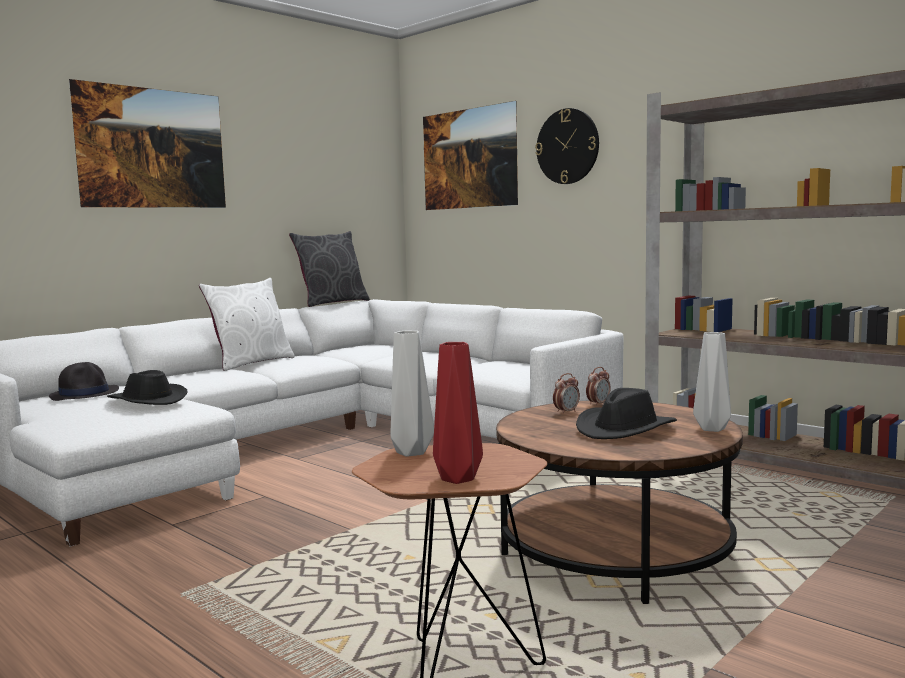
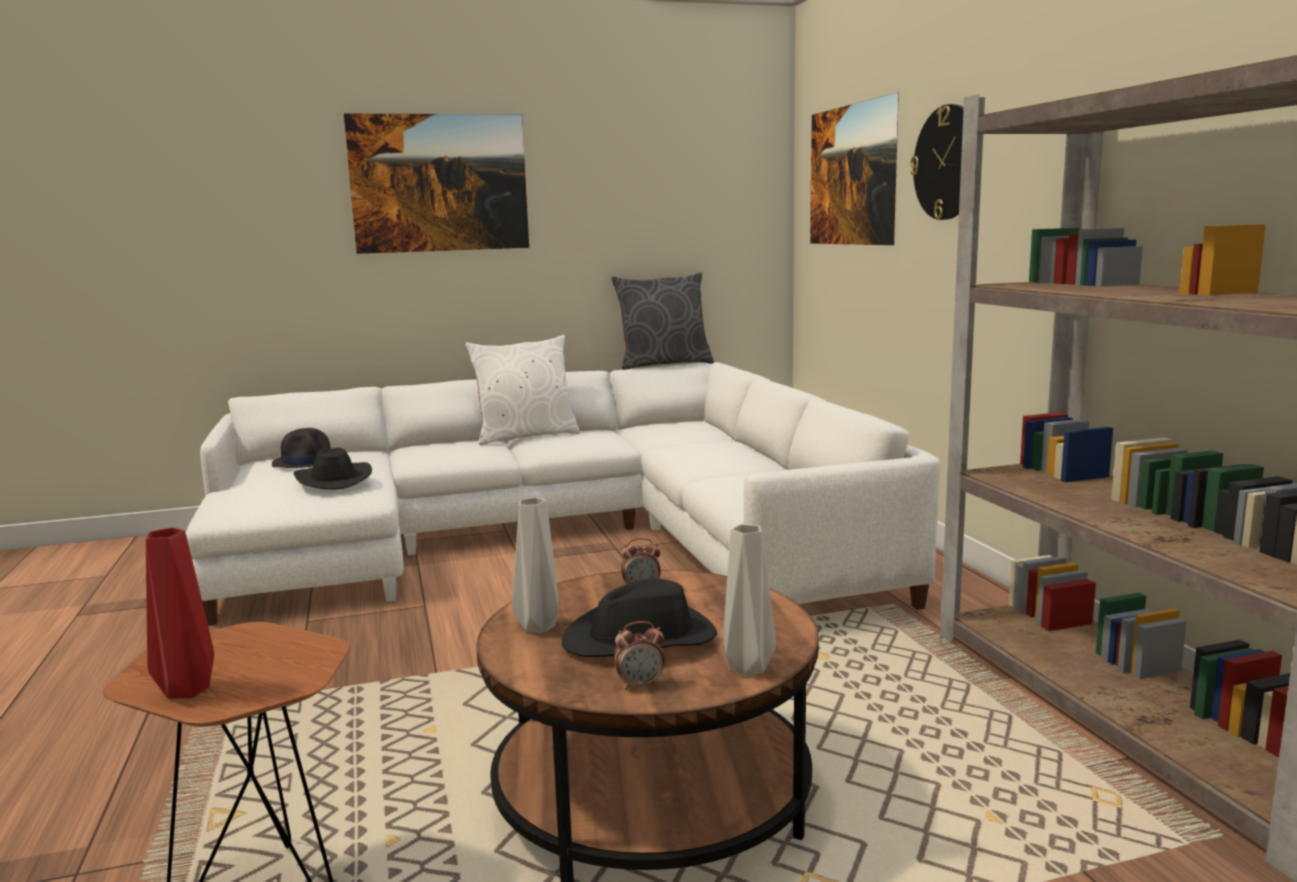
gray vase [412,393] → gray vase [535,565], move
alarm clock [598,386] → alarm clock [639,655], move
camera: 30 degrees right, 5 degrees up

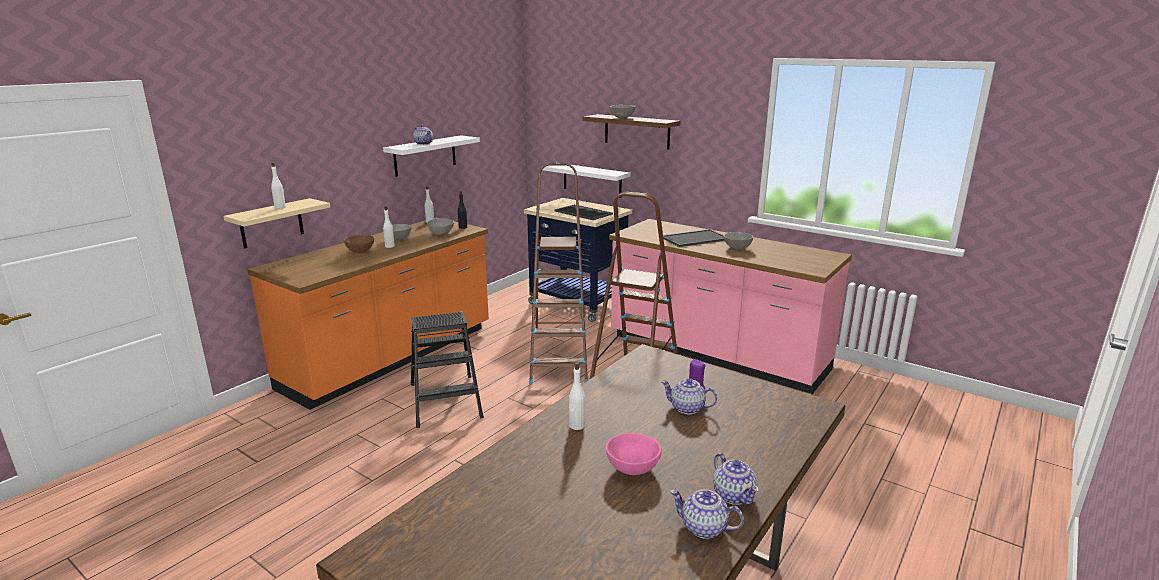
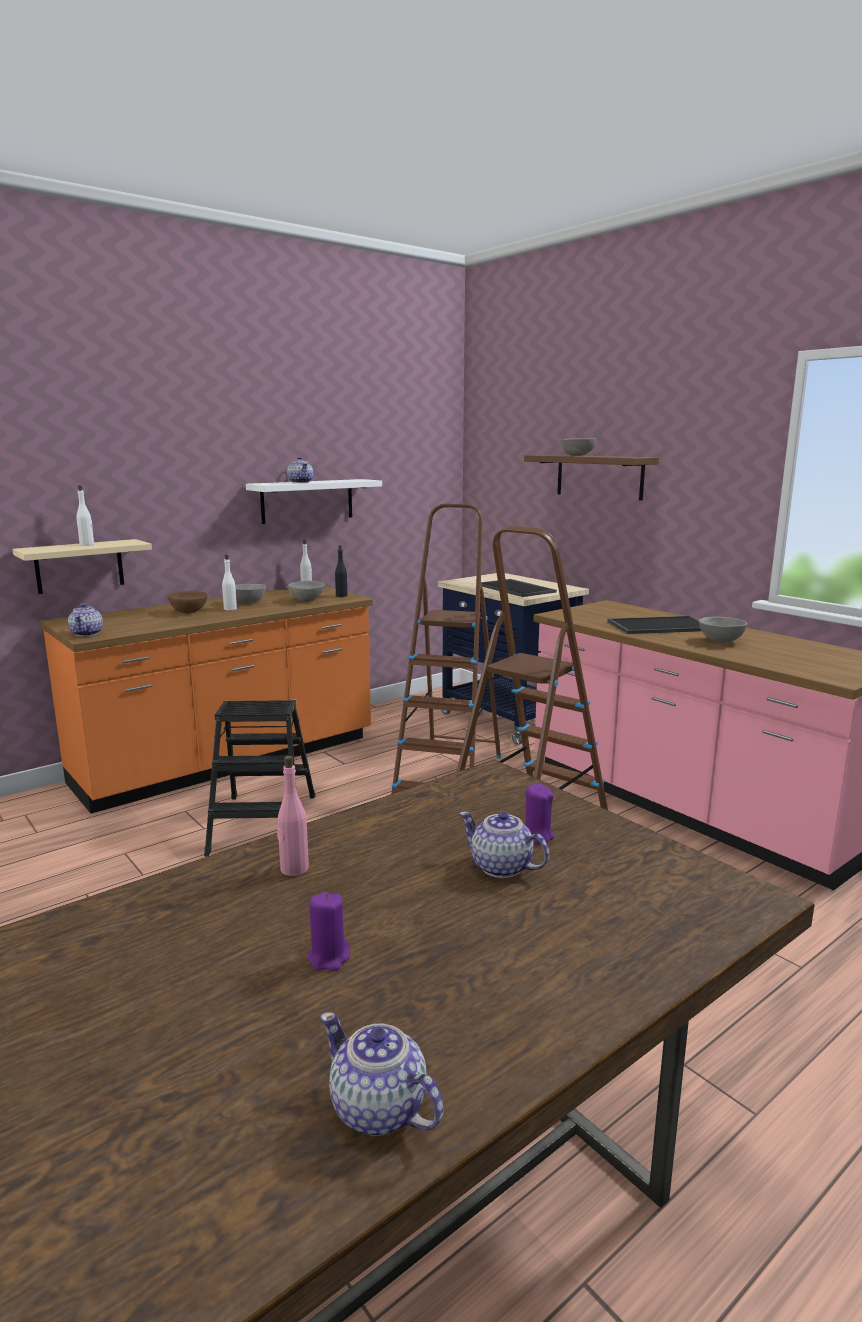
white wall shelf [586,181] → -
tea pot [736,479] → tea pot [85,620], move
pink serving bowl [634,454] → purple wax candle [329,931]
white bottle [577,396] → pink bottle [293,816]
camera: 15 degrees right, 5 degrees down

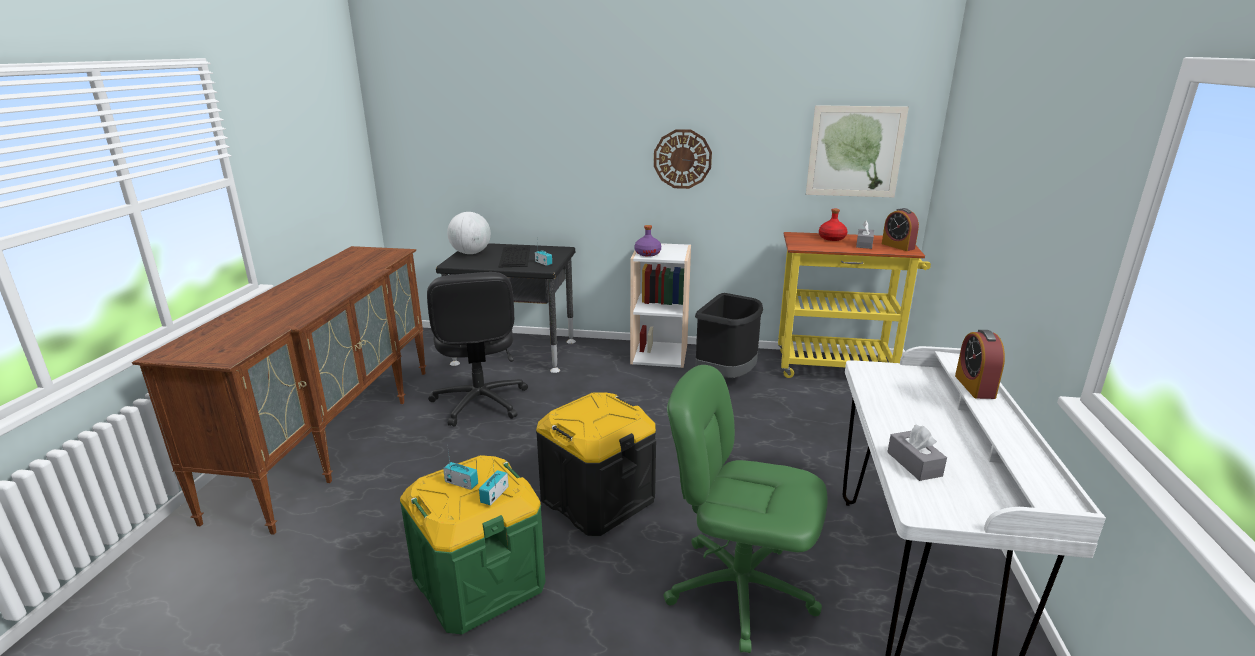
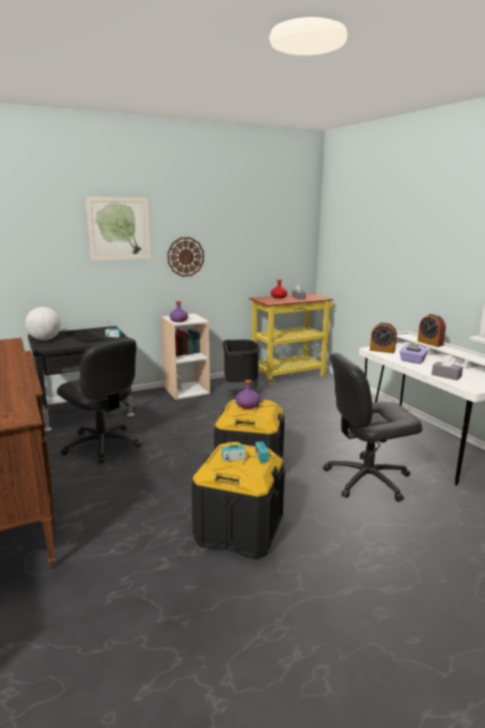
- → purple bottle [248,394]
- → purple tissue box [414,353]
wall art [857,151] → wall art [118,229], move
alarm clock [900,229] → alarm clock [383,337], move
green-coloured storage bin [473,544] → black-coloured storage bin [238,500]
green-coloured desk chair [746,509] → black-coloured desk chair [372,427]
camera: 35 degrees left, 5 degrees down

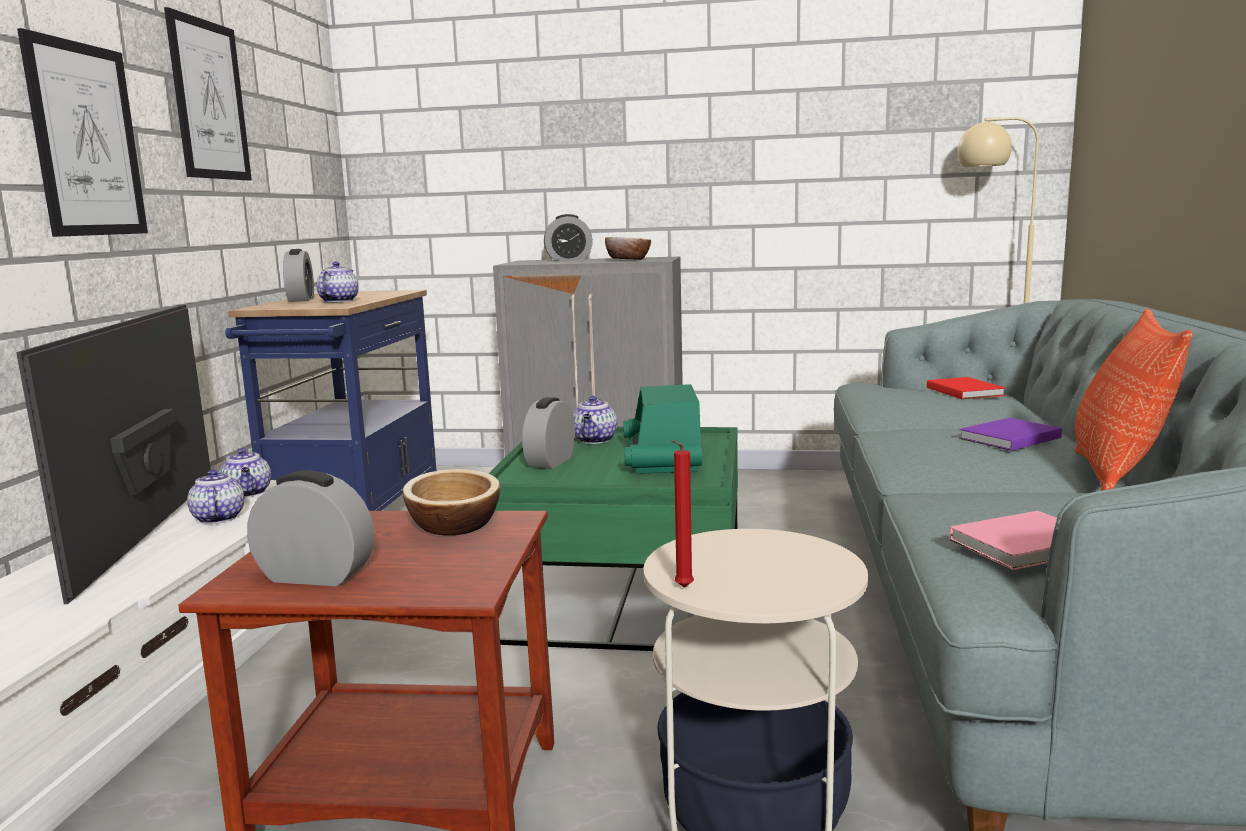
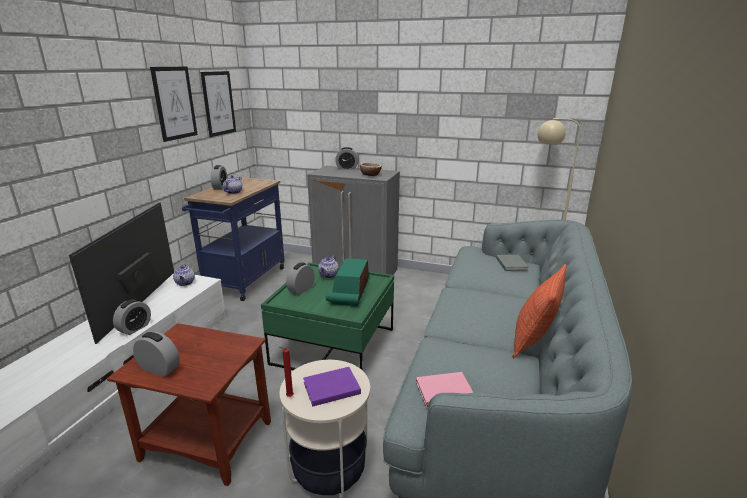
tea pot [215,496] → -
serving bowl [451,502] → -
- → alarm clock [132,317]
wall art [82,132] → wall art [218,104], move
purple bound book [1010,434] → purple bound book [332,387], move
reddish bound book [966,388] → gray bound book [512,263]
camera: 10 degrees right, 10 degrees up

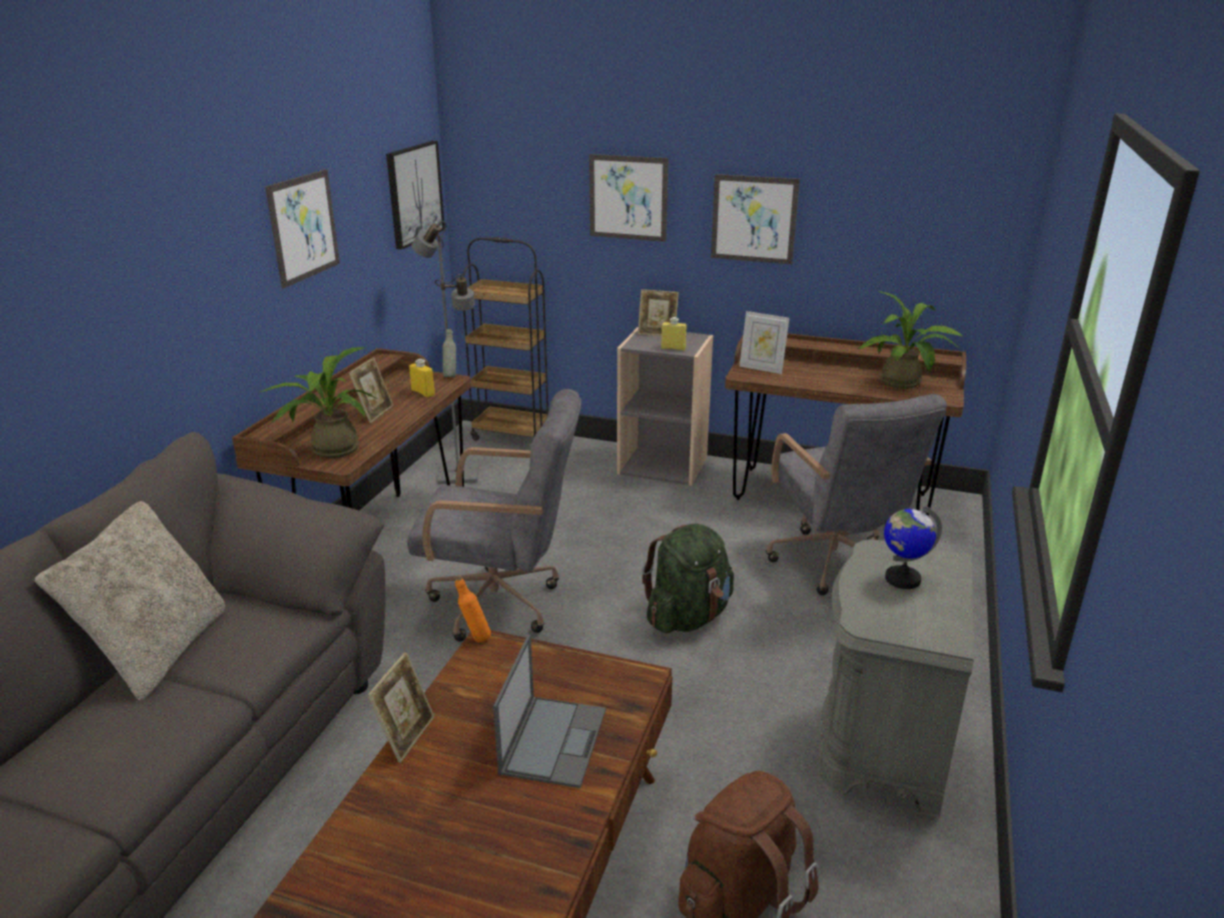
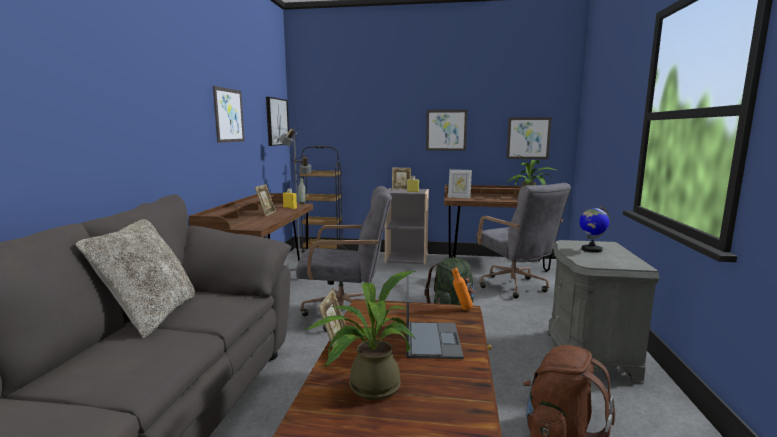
plant in a pot [319,402] → plant in a pot [360,335], move
orange-coloured bottle [473,610] → orange-coloured bottle [462,288], move
wall art [628,198] → wall art [529,138], move
camera: 10 degrees left, 15 degrees down

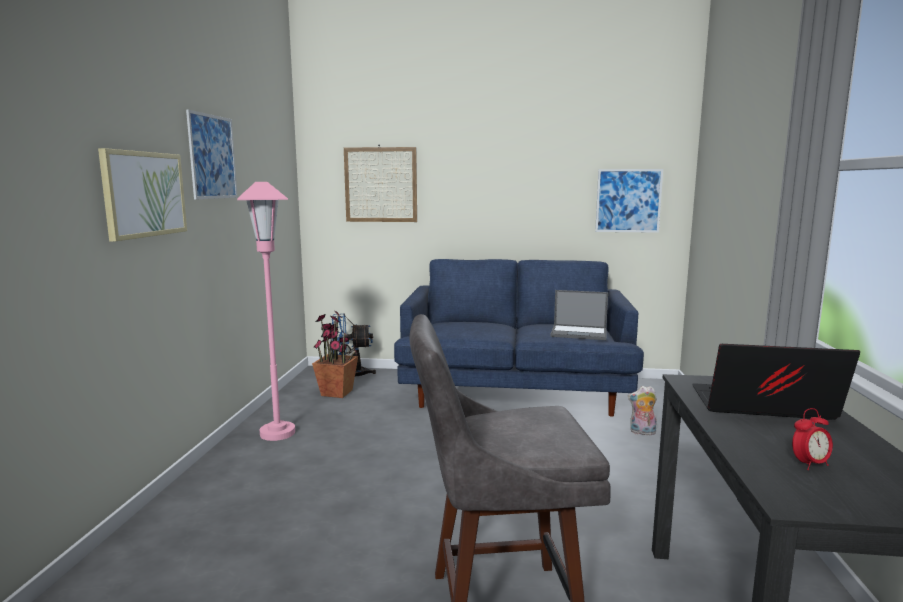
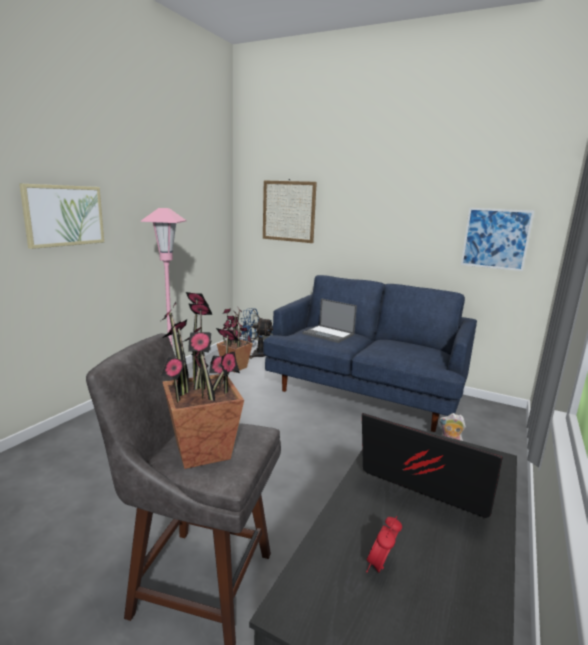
wall art [212,154] → -
- → plant in a pot [202,380]
laptop [579,315] → laptop [329,320], move
alarm clock [812,439] → alarm clock [384,544], 120 degrees clockwise
camera: 20 degrees right, 5 degrees up

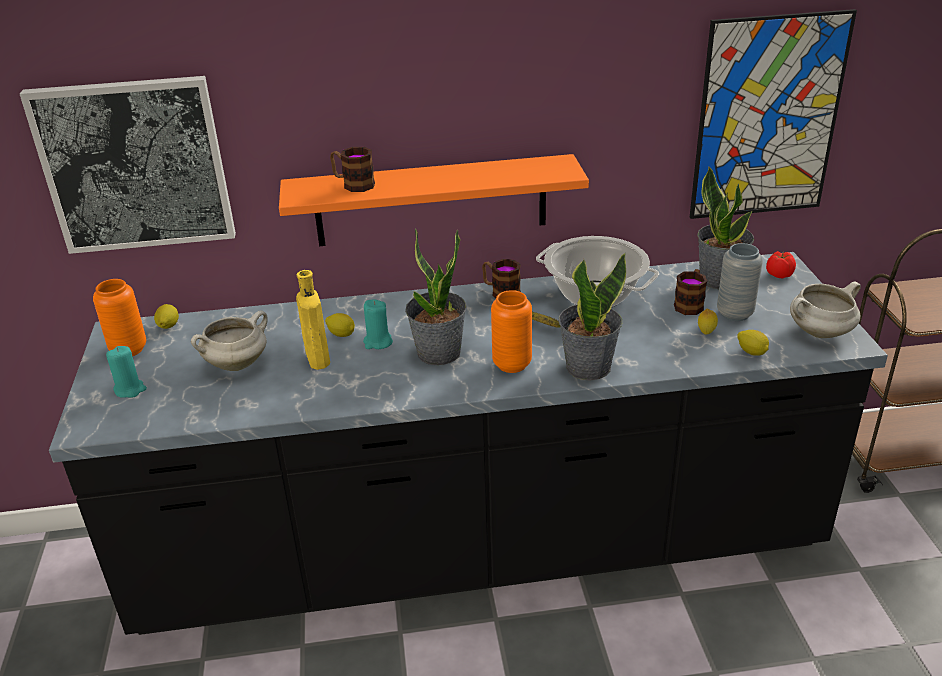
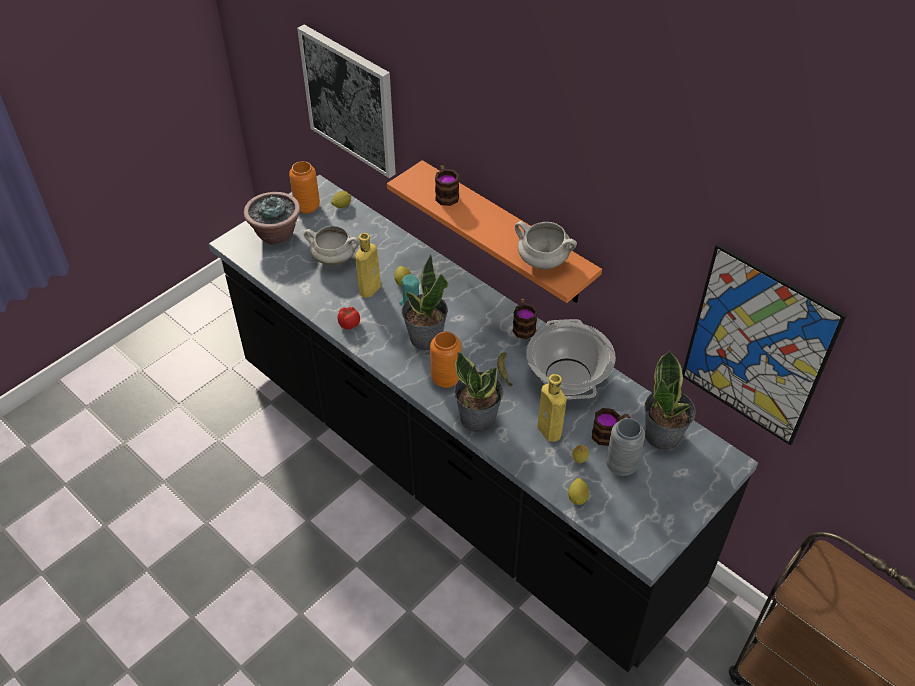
- → yellow bottle [552,408]
tomato [781,264] → tomato [348,318], move
white saucepot [825,310] → white saucepot [546,245], move
turquoise-coloured wax candle [126,372] → plant in a pot [271,218]
camera: 50 degrees right, 15 degrees up

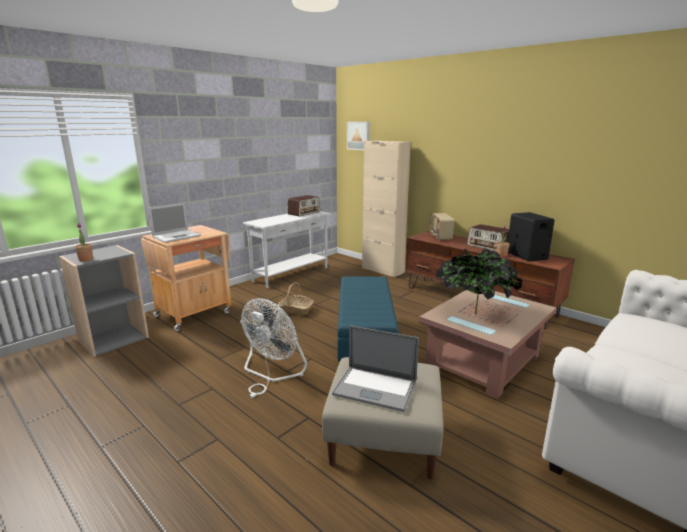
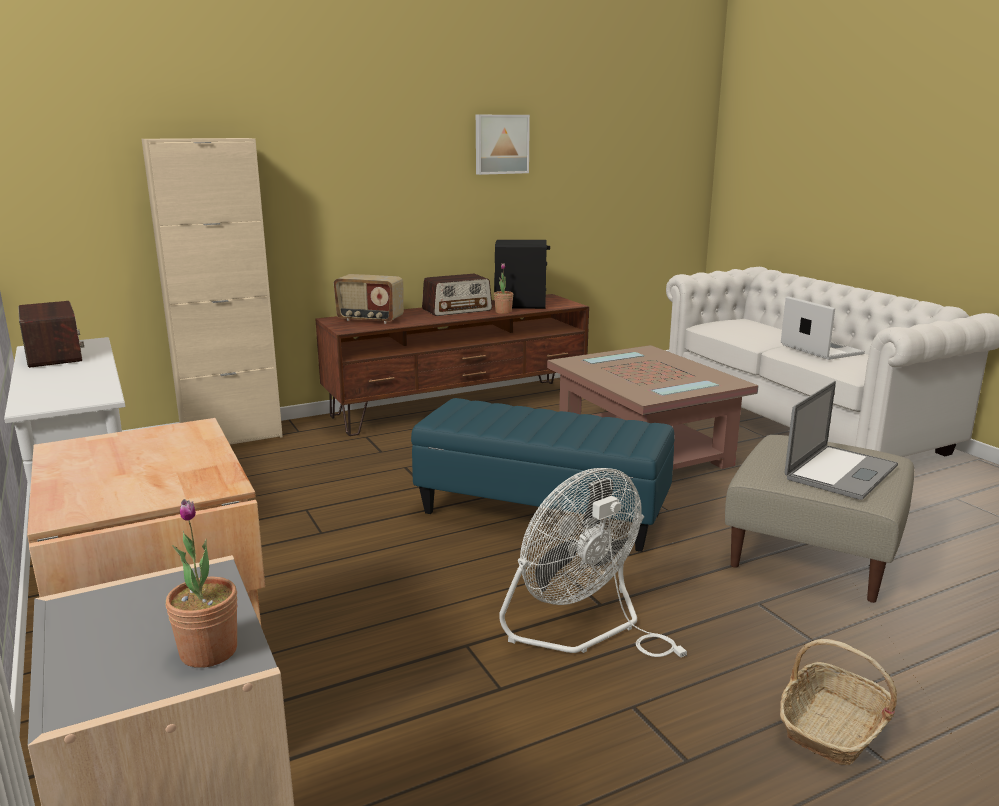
plant in a pot [479,282] → -
laptop [174,223] → laptop [823,328], move
basket [295,299] → basket [838,702], move
wall art [358,136] → wall art [503,145], move
camera: 70 degrees left, 0 degrees up

